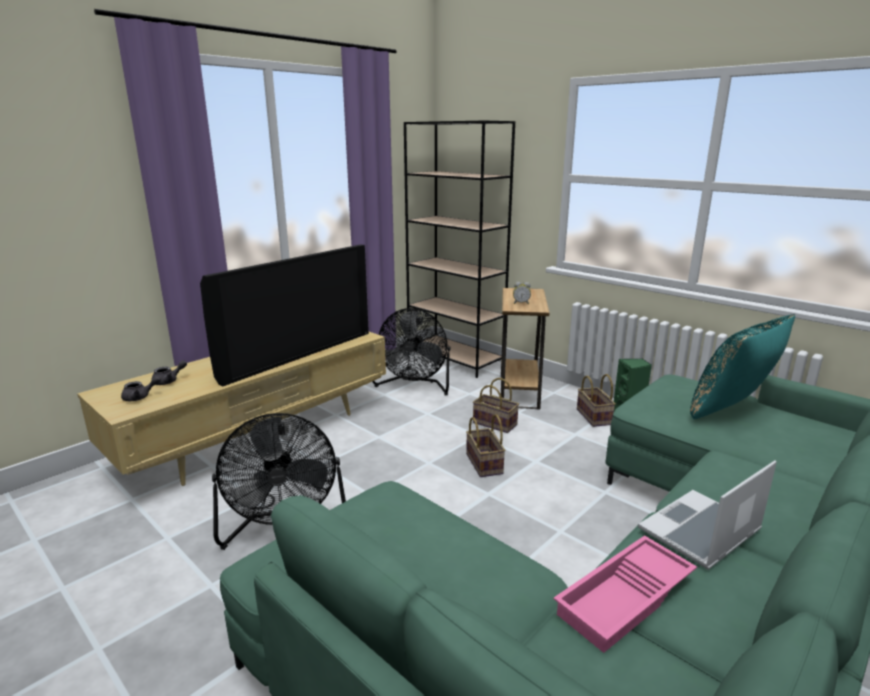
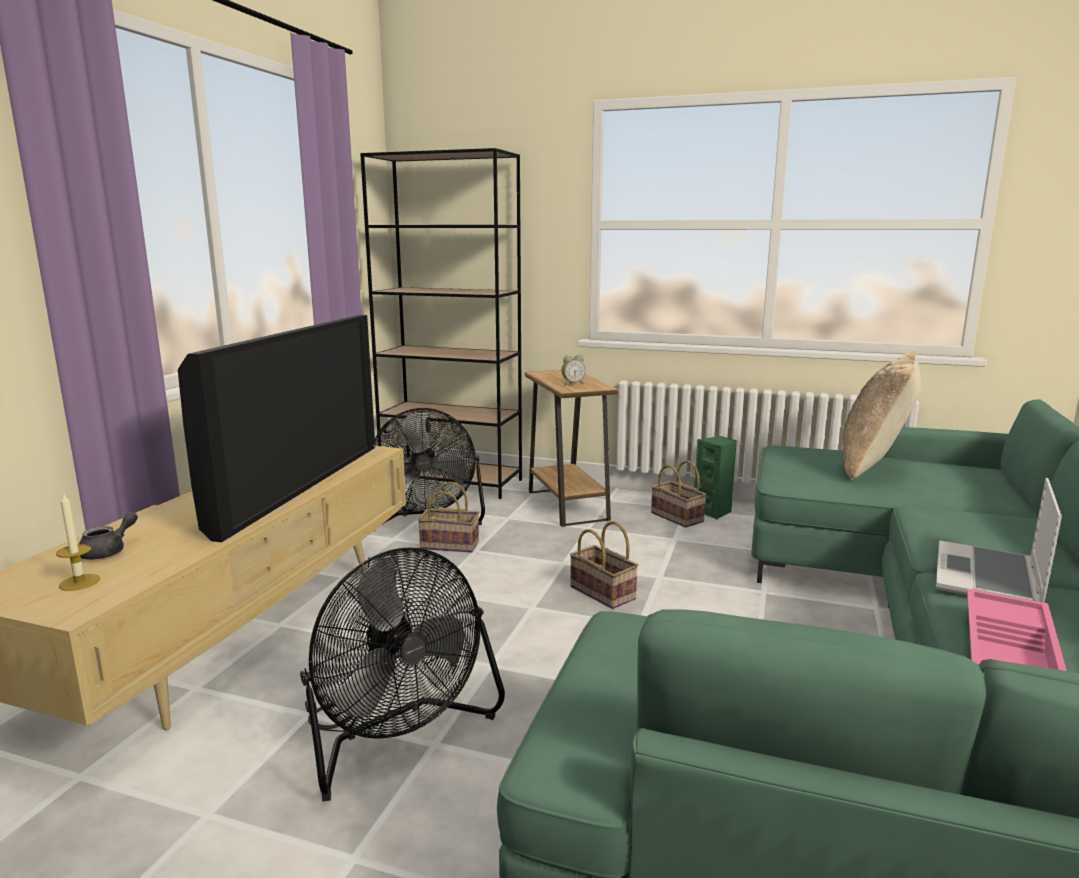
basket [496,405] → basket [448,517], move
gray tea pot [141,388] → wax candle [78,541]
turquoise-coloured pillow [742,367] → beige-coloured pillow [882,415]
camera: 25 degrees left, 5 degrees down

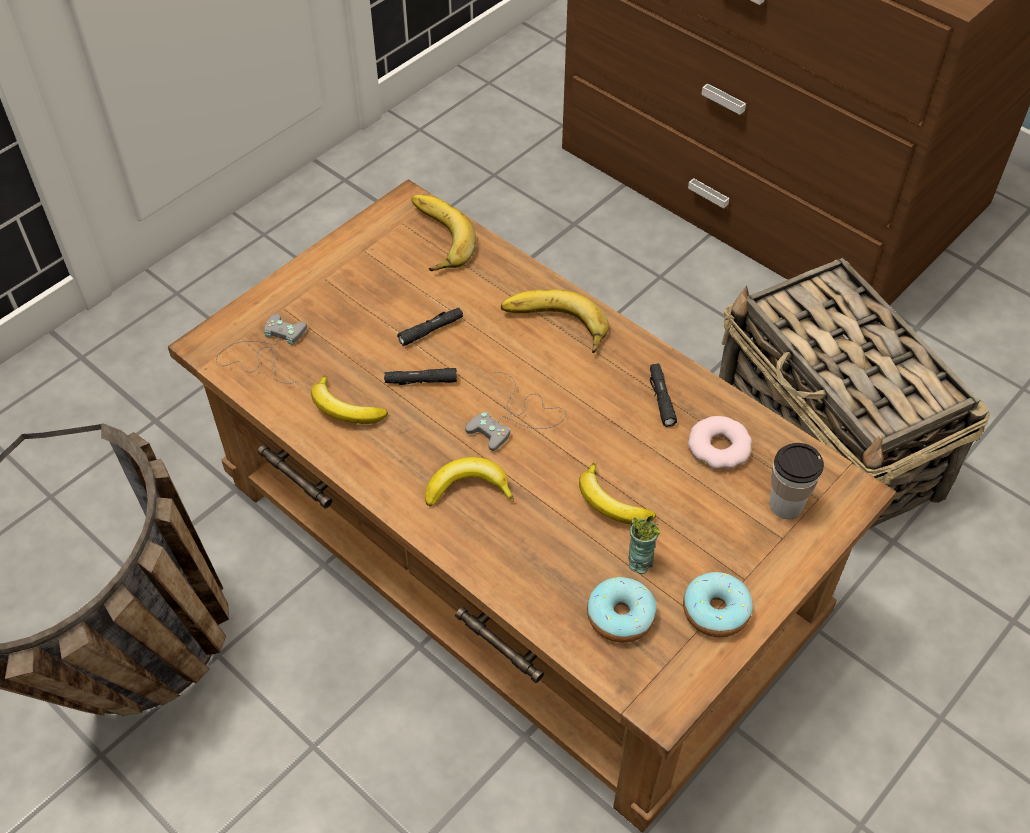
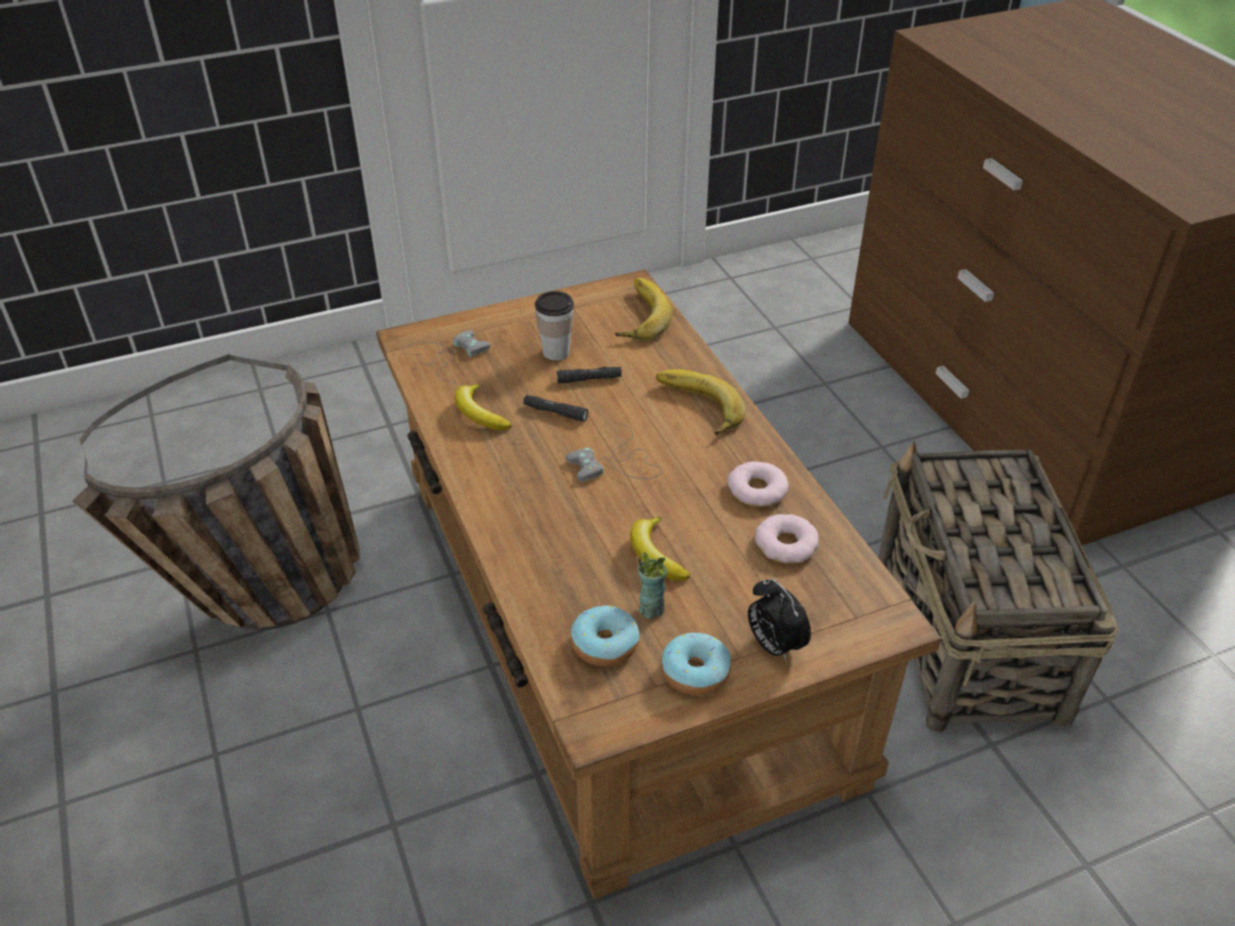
whole banana [469,482] → -
- → alarm clock [779,620]
drinking cup [797,481] → drinking cup [554,326], move
black-coloured flashlight [663,395] → doughnut [758,484]
camera: 25 degrees right, 10 degrees down

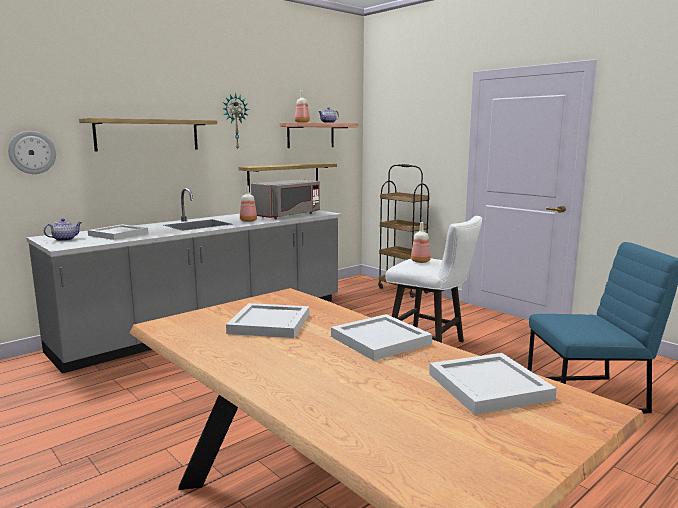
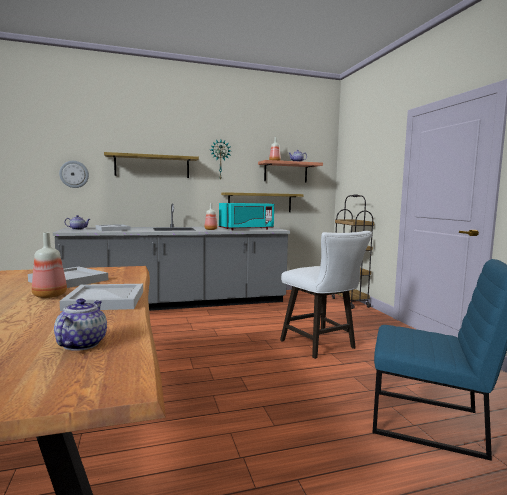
bottle [421,242] → bottle [49,265], move
white carrying tray [493,384] → tea pot [80,325]
gray microwave oven [285,199] → turquoise-coloured microwave oven [246,216]
camera: 25 degrees right, 5 degrees down

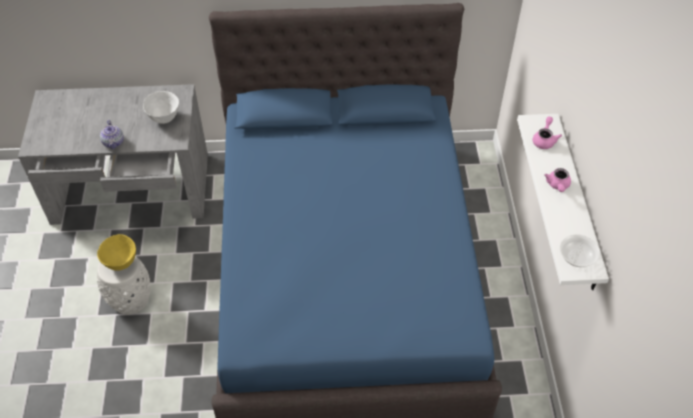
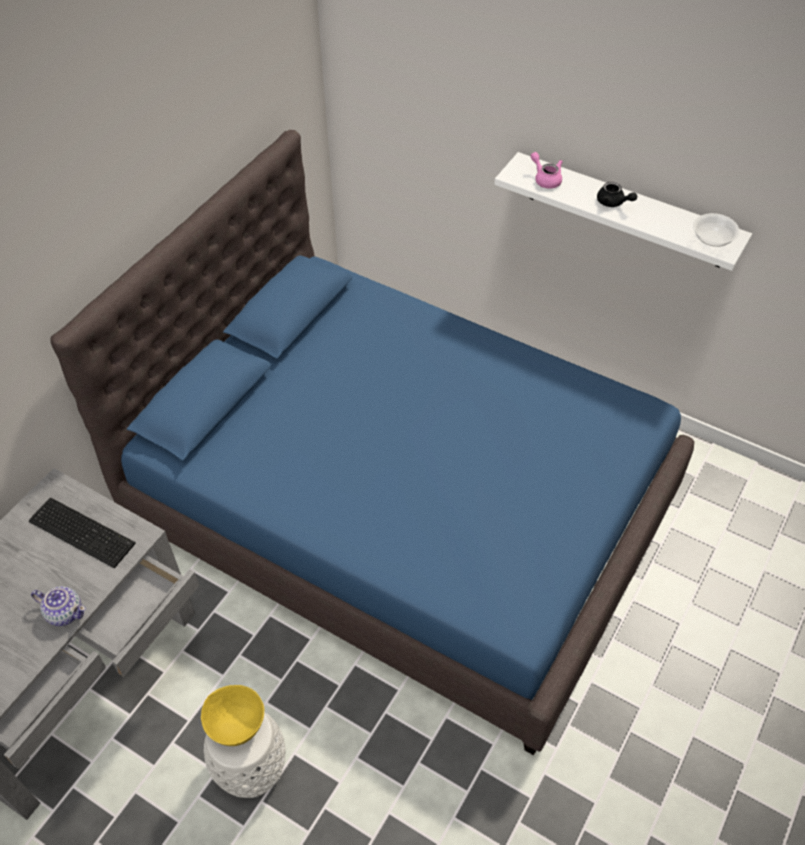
white serving bowl [161,107] → PC keyboard [82,533]
pink tea pot [557,180] → black-coloured tea pot [617,194]
camera: 55 degrees left, 0 degrees up

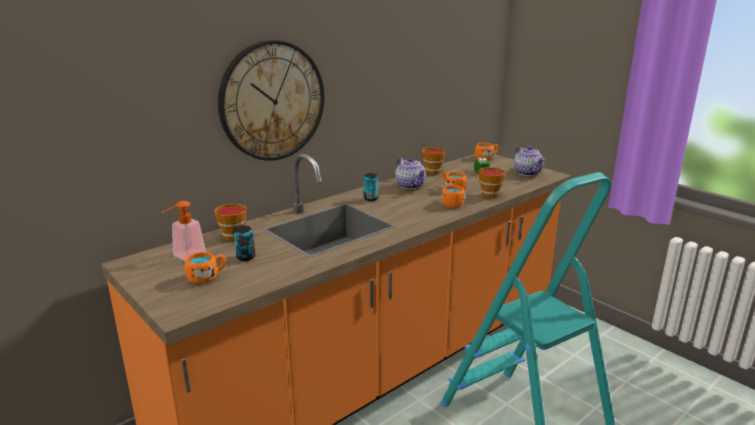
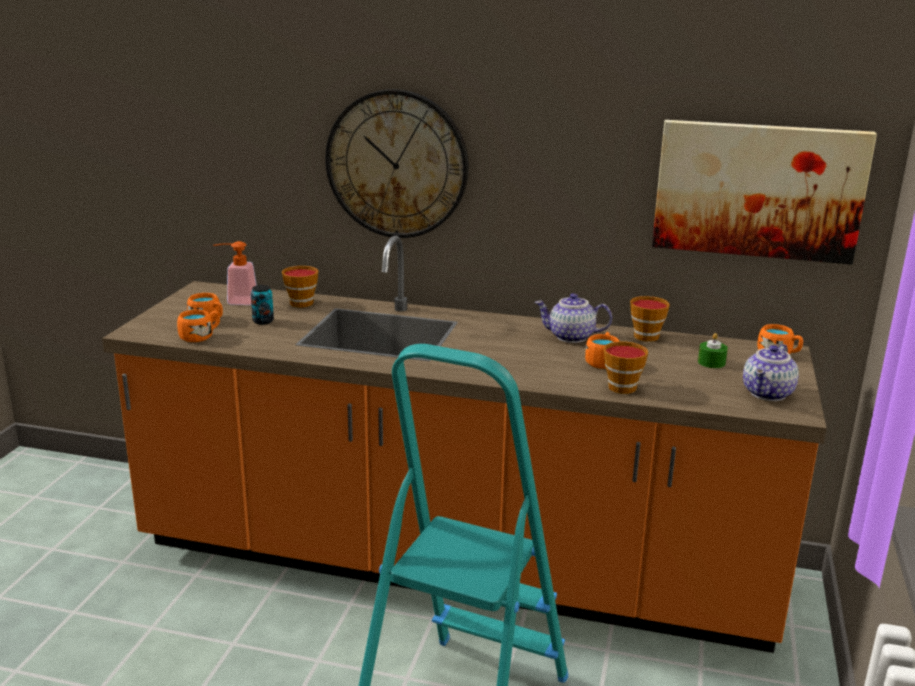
sealed can [370,187] → -
- → wall art [764,192]
orange-coloured tea mug [453,196] → orange-coloured tea mug [198,326], move
tea pot [410,173] → tea pot [573,318], 75 degrees clockwise
camera: 55 degrees right, 0 degrees up

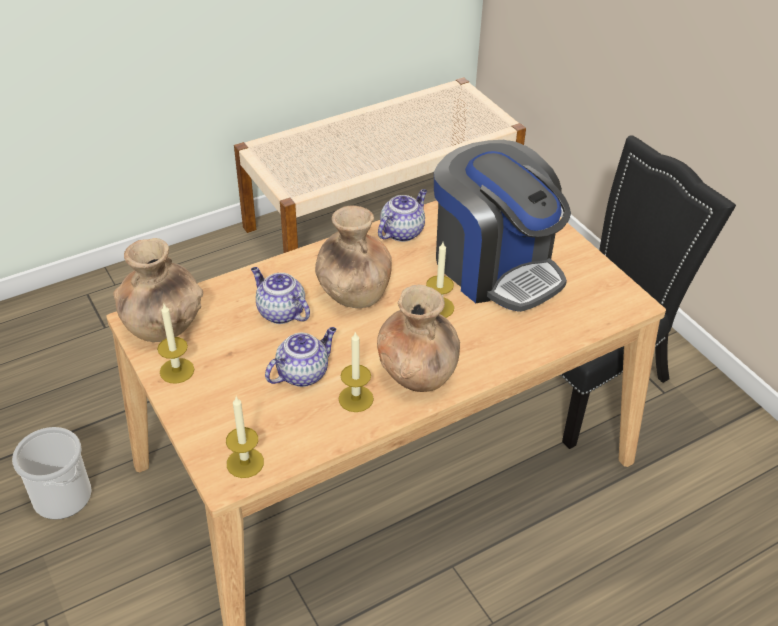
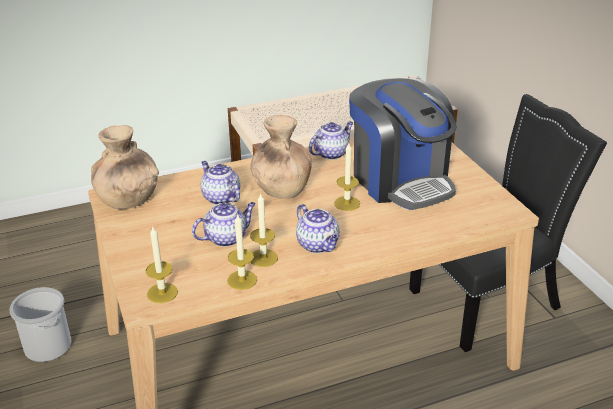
wax candle [175,344] → wax candle [242,251], move
brownish vase [418,338] → tea pot [318,228]
camera: 10 degrees right, 10 degrees down

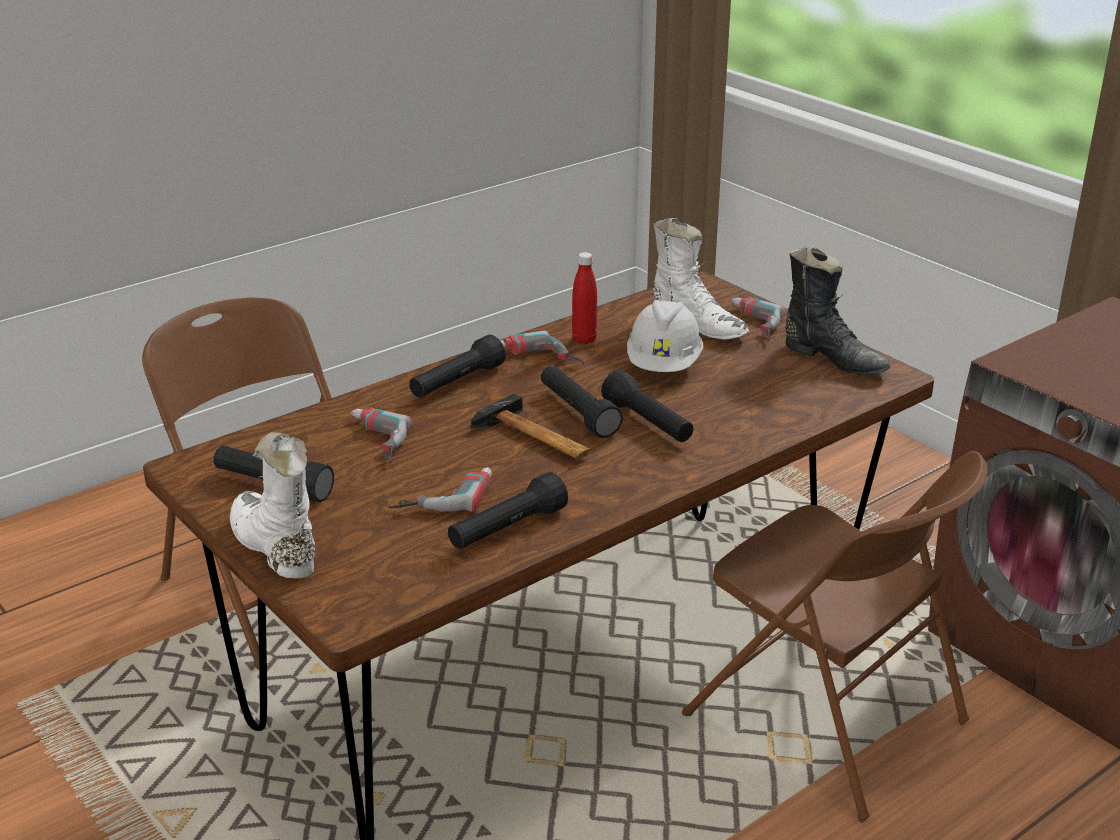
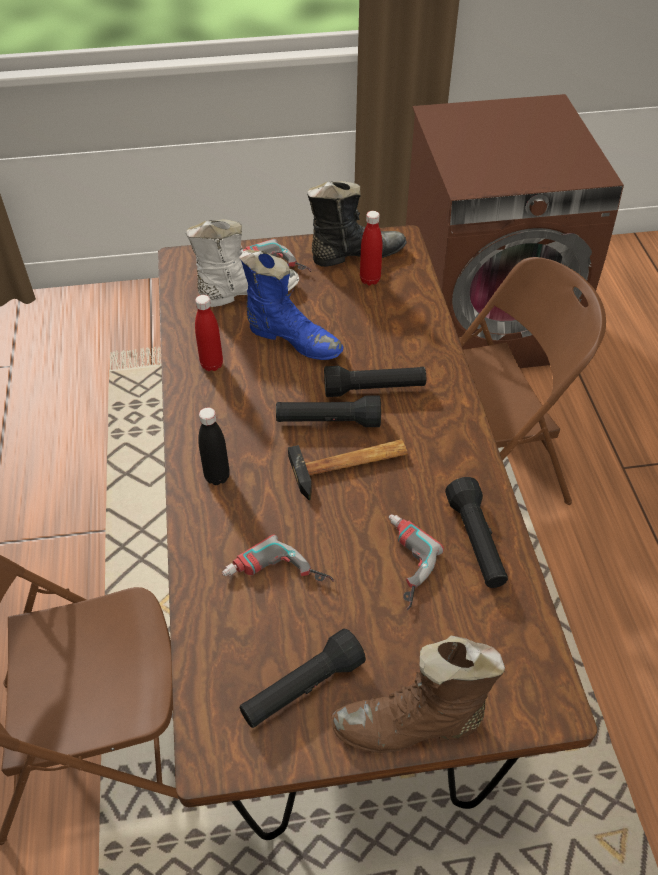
power drill [543,347] → -
- → reddish bottle [371,248]
black-coloured flashlight [457,366] → black-coloured bottle [214,446]
white safety helmet [665,336] → blue tall boot [291,304]
white tall boot [273,505] → brownish tall boot [418,694]
camera: 60 degrees left, 20 degrees up

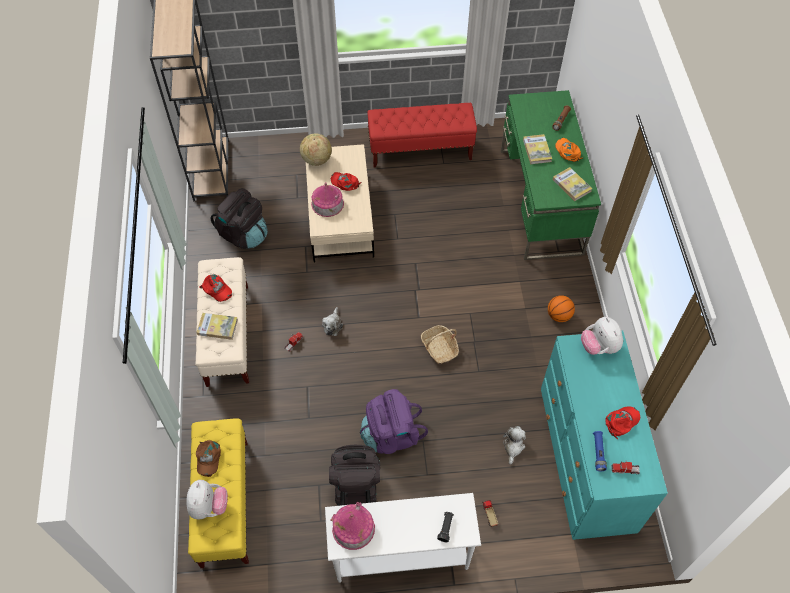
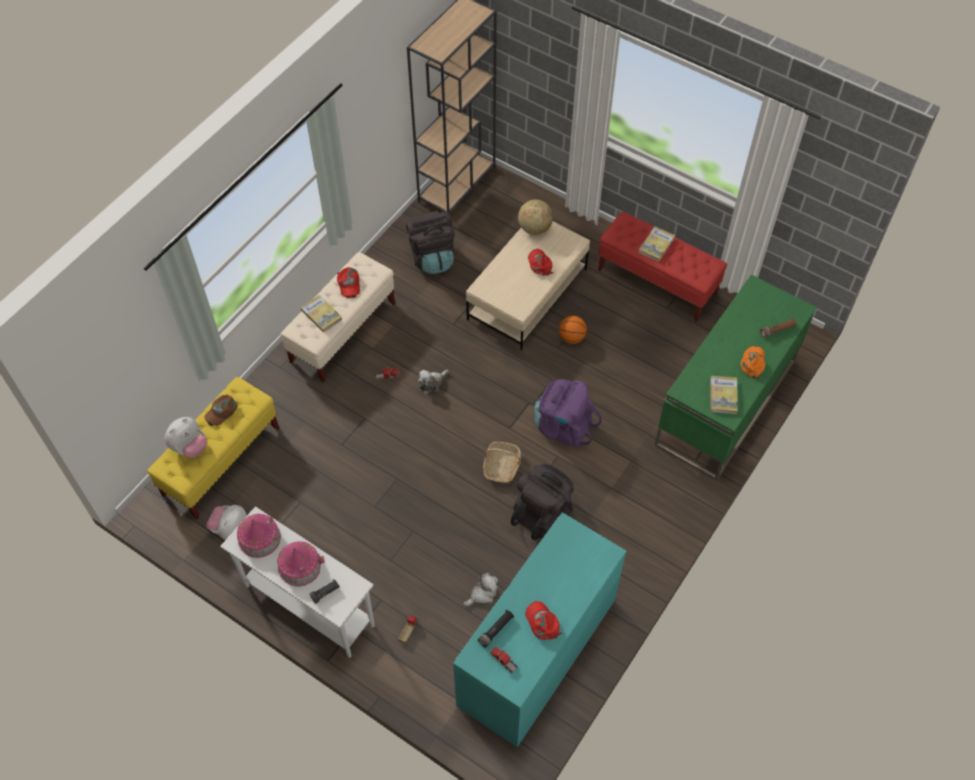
model house [327,199] → model house [301,564], move
black-coloured backpack [354,475] → black-coloured backpack [542,502], move
purple backpack [394,421] → purple backpack [568,413], move
bound book [537,149] → bound book [656,244], move
ball for basketball [561,308] → ball for basketball [573,330], move
soft toy [602,336] → soft toy [226,522], move
blue flashlight [600,451] → black-coloured flashlight [496,629]
reddish baseball cap [622,422] → reddish baseball cap [544,620], 120 degrees counterclockwise
camera: 40 degrees right, 0 degrees up

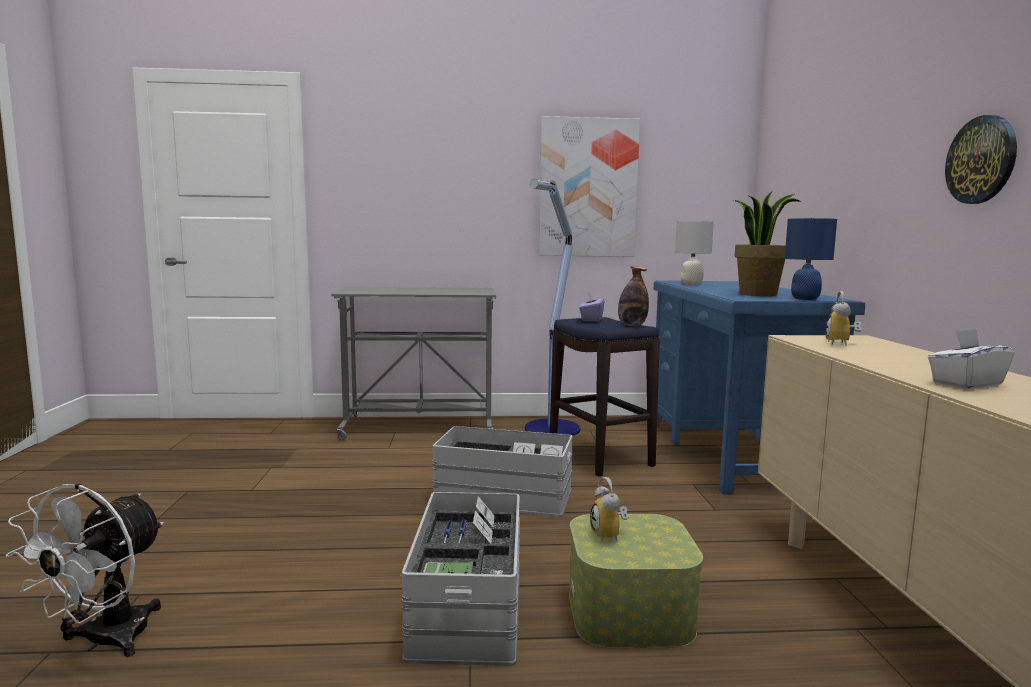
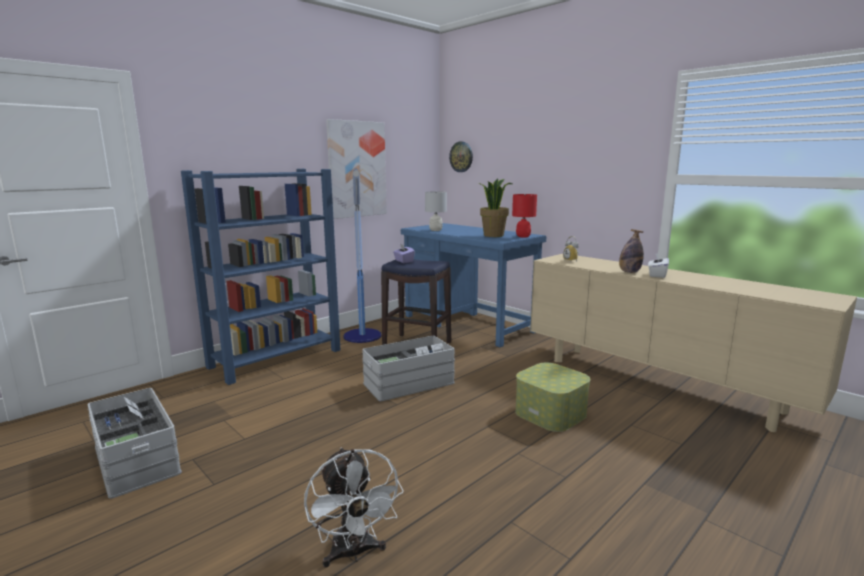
alarm clock [609,509] → -
gray storage bin [460,579] → gray storage bin [134,443], move
bottle [633,296] → bottle [631,251], move
clock on the wall [981,159] → clock on the wall [461,157], move
gray desk unit [414,363] → blue bookshelf [260,277]
blue lamp for a table [811,259] → reddish lamp for a table [524,216]
camera: 40 degrees left, 5 degrees up

